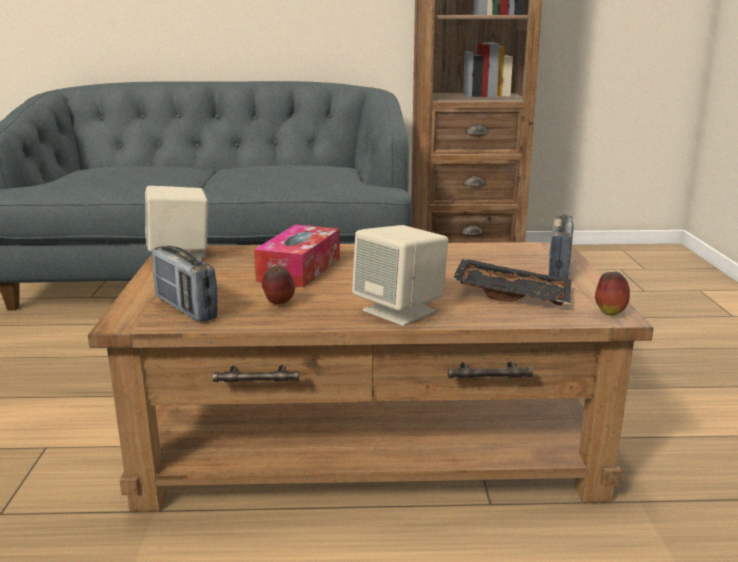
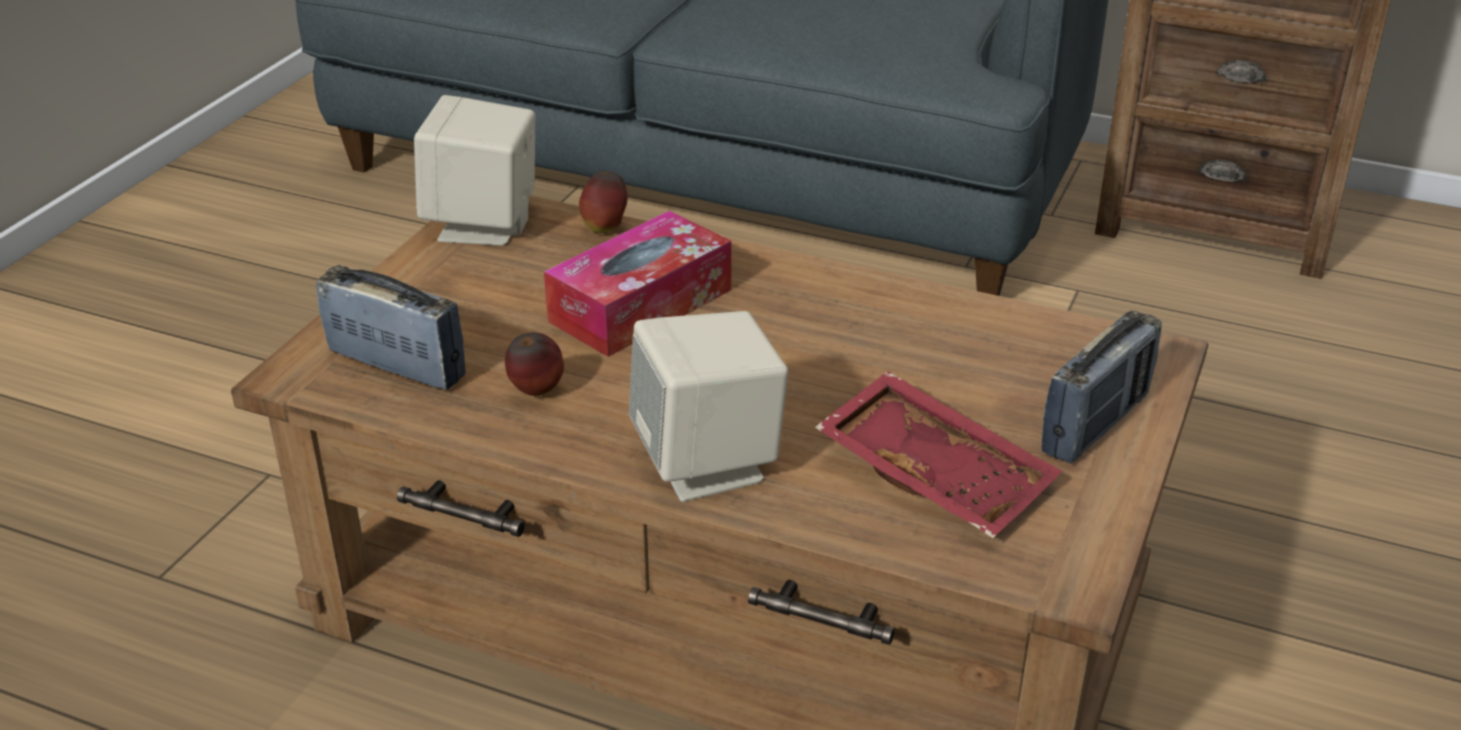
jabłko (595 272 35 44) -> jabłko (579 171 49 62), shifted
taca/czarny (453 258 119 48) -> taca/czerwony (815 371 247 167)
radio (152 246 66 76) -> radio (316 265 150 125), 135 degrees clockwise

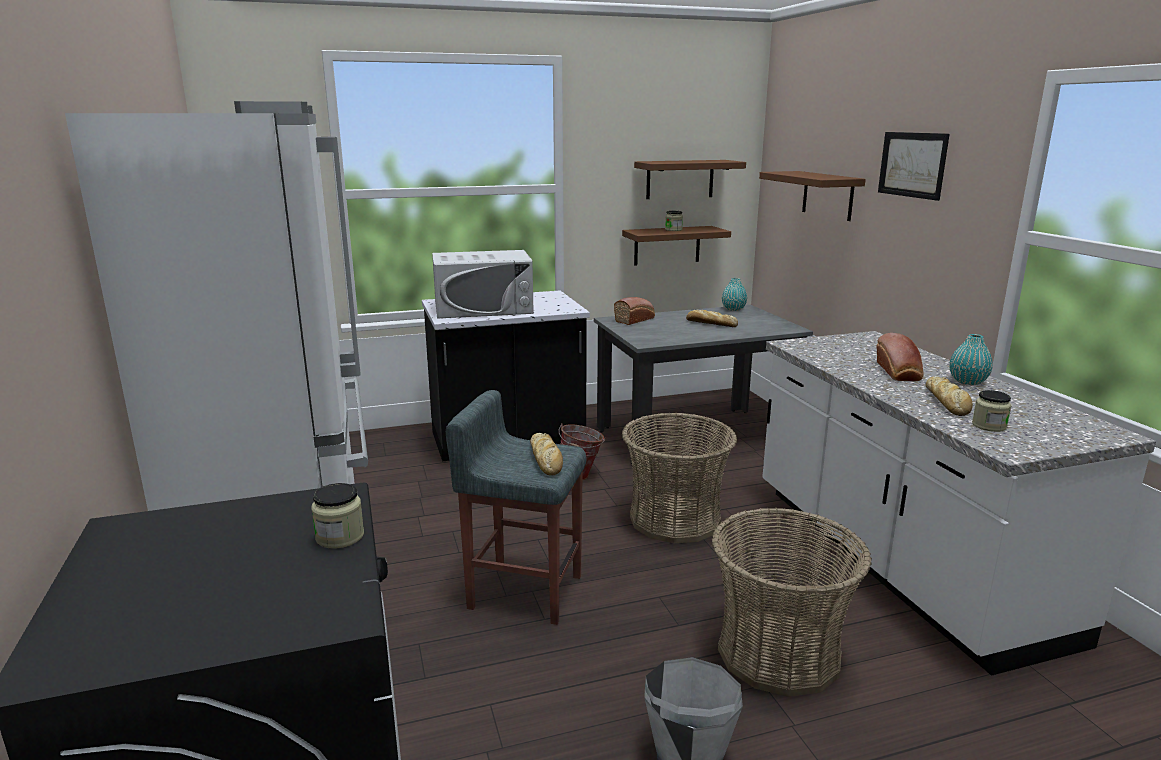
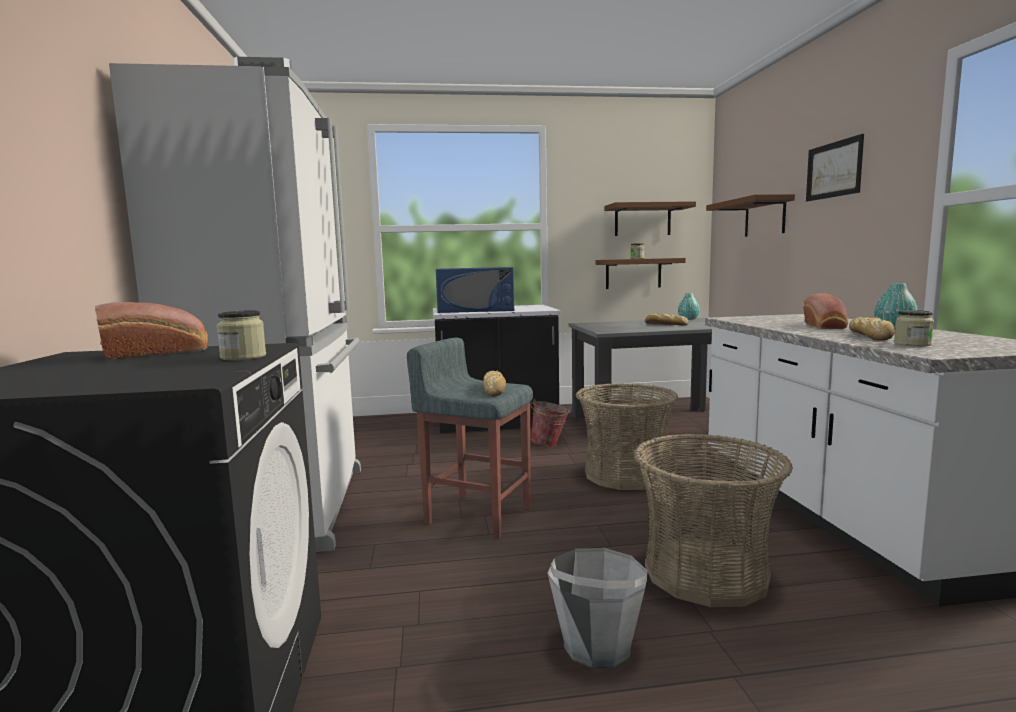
chleb (614 297 41 28) -> chleb (95 302 113 58), shifted
mikrofalówka/biały (432 250 102 69) -> mikrofalówka/niebieski (436 267 78 46)

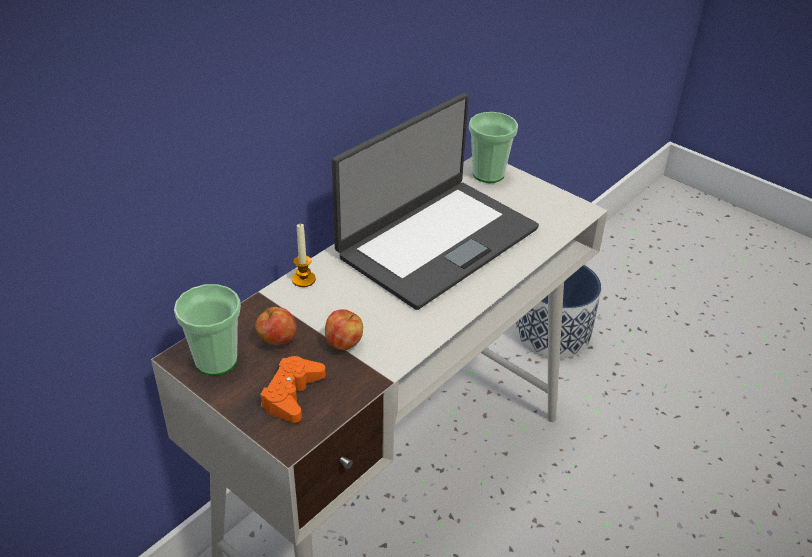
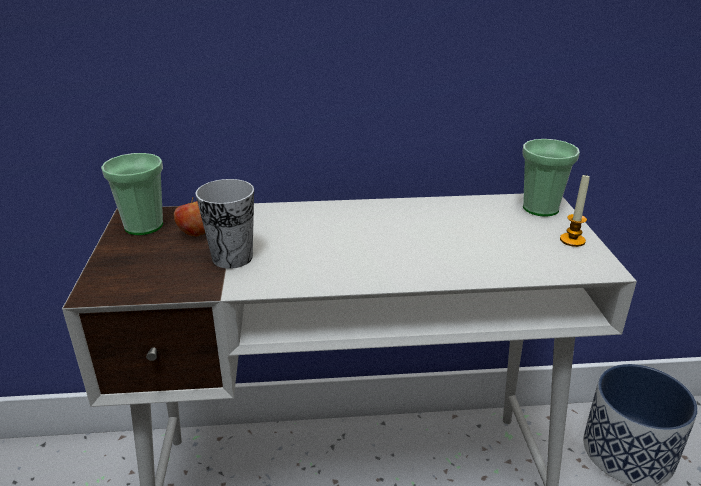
pad do gier/pomarańczowy (260 356 66 67) -> none
laptop (332 93 207 217) -> none
świeca (292 224 24 63) -> świeca (560 173 30 74), shifted
jabłko (325 309 38 42) -> filiżanka (196 179 58 90)

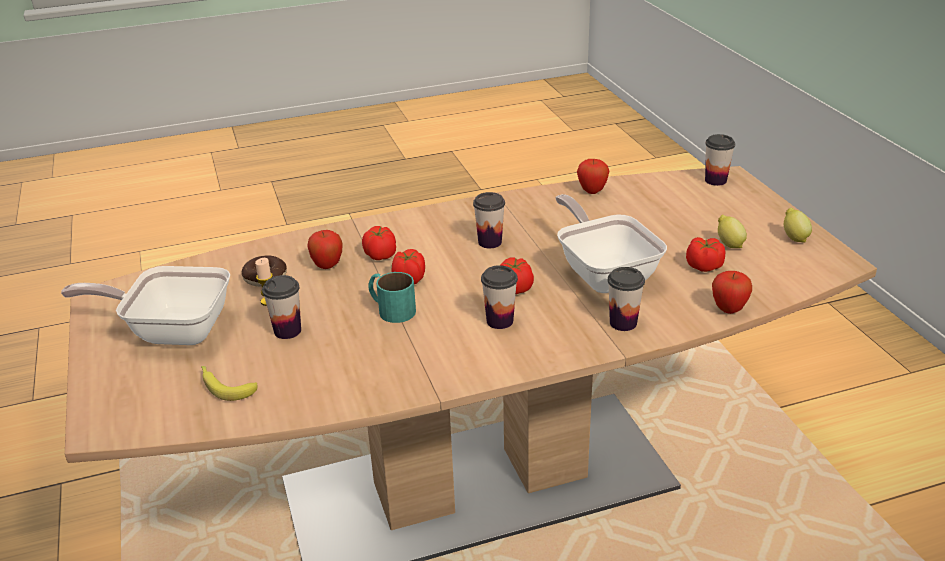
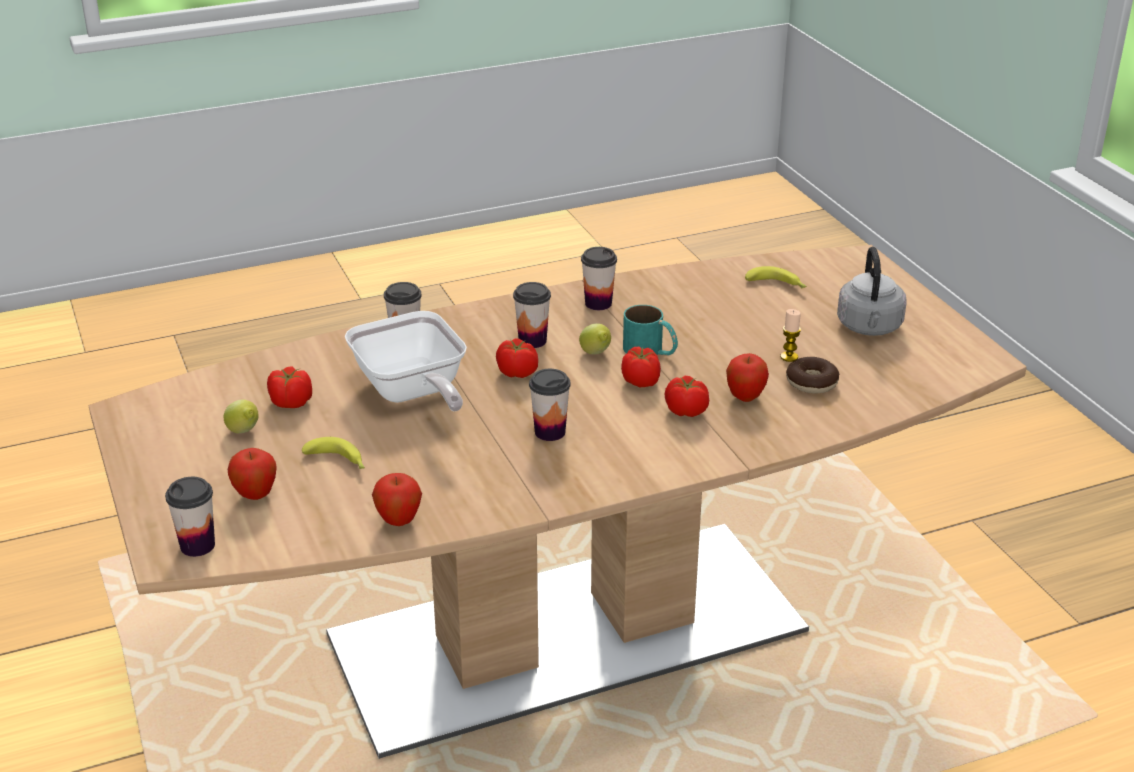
none -> banan (302 437 63 32)
filiżanka (262 275 39 64) -> filiżanka (581 247 36 63), shifted
jabłko (712 271 40 43) -> jabłko (228 448 49 52), shifted
cytryna (784 208 28 34) -> cytryna (579 323 32 31), shifted
patelnia (61 266 169 79) -> czajnik/szary (837 246 69 90)

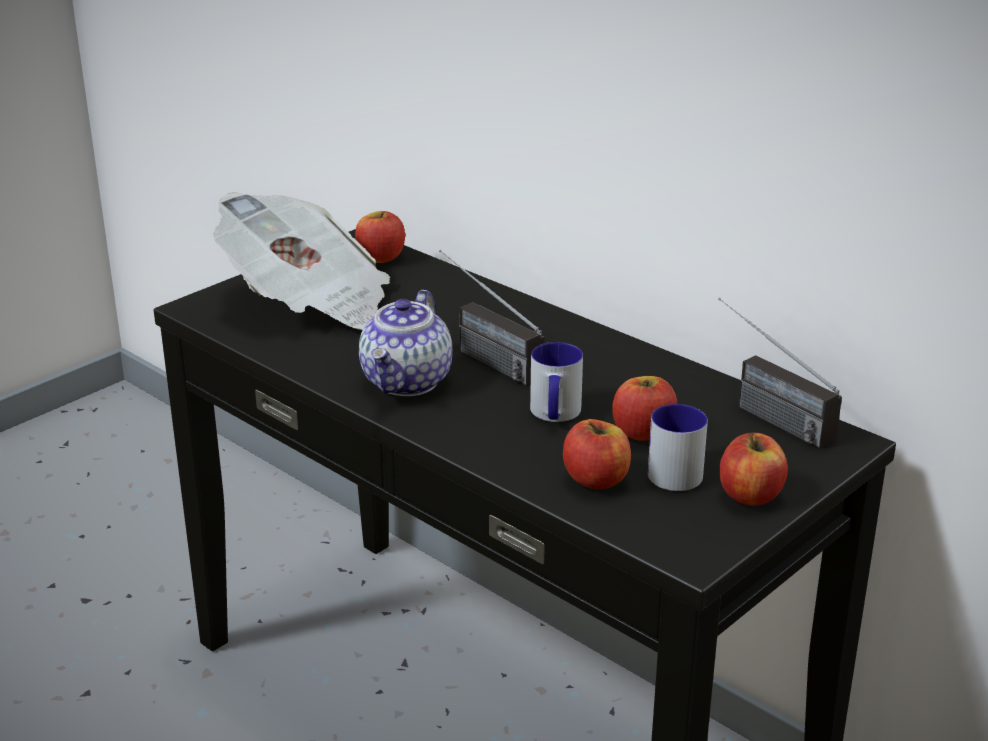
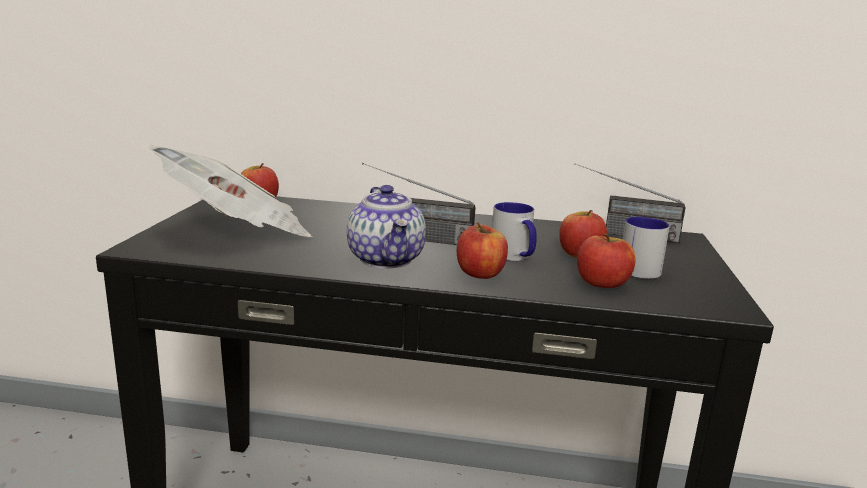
jabłko (719 432 69 74) -> jabłko (457 222 51 57), shifted

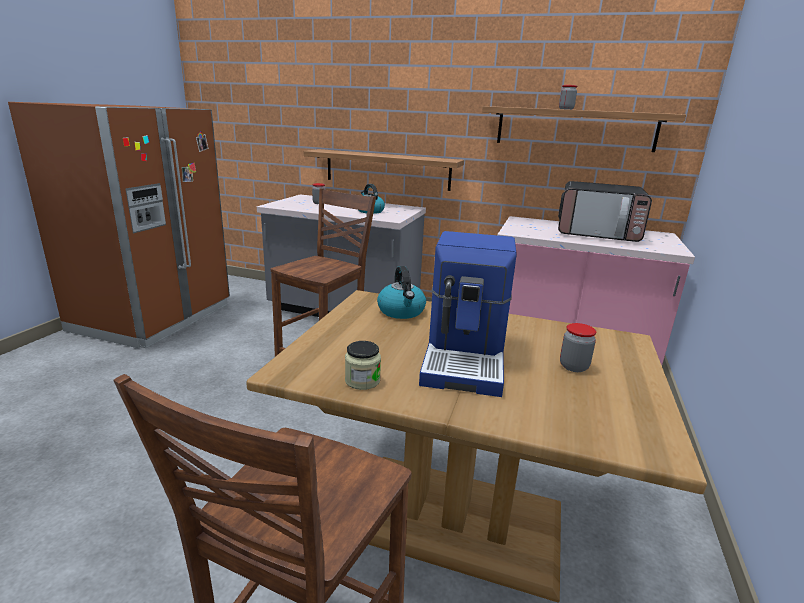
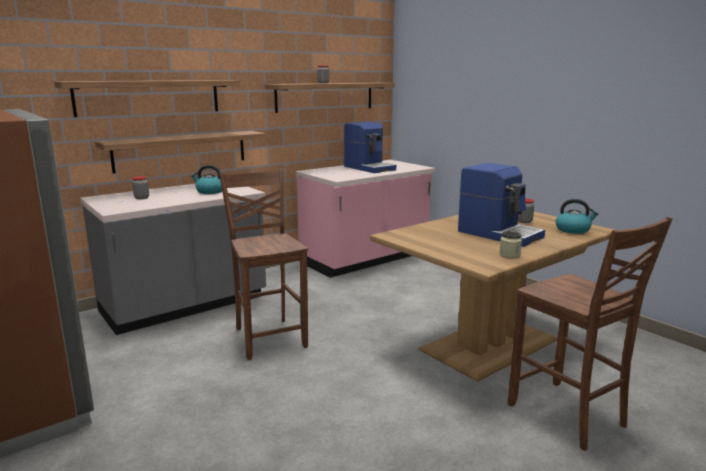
none -> półka (54 80 186 37)
czajnik (377 266 49 53) -> czajnik (556 199 42 35), shifted
mikrofalówka (558 181 94 61) -> ekspres do kawy (344 122 52 51)

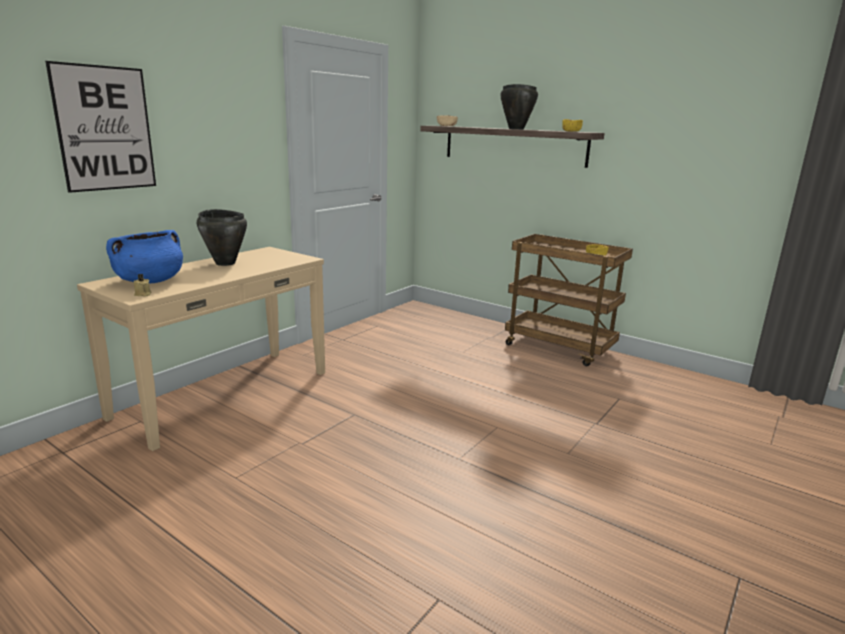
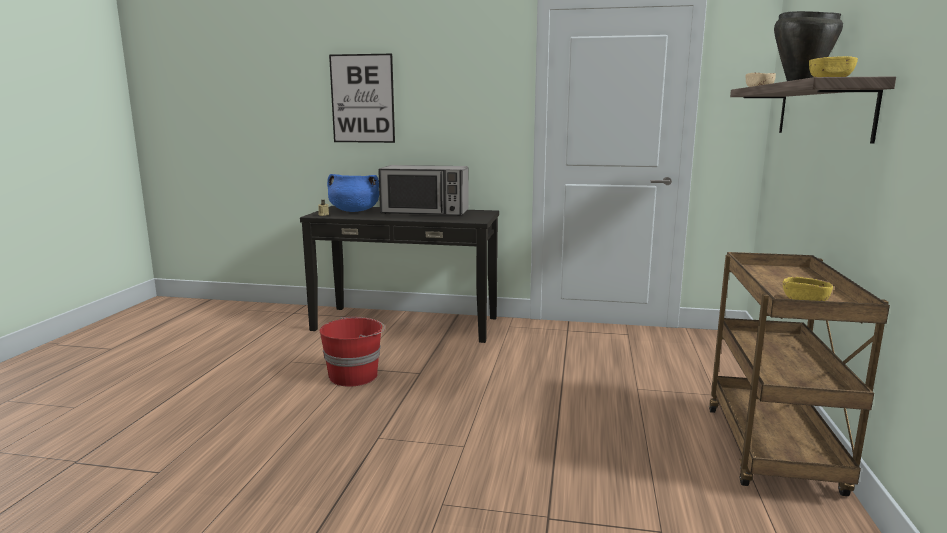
none -> wiadro/czerwony (320 317 65 70)
garnek/czarny (197 209 50 57) -> mikrofalówka (378 165 91 51)
stolik konsolowy/beżowy (77 247 248 204) -> stolik konsolowy/czarny (300 206 199 137)

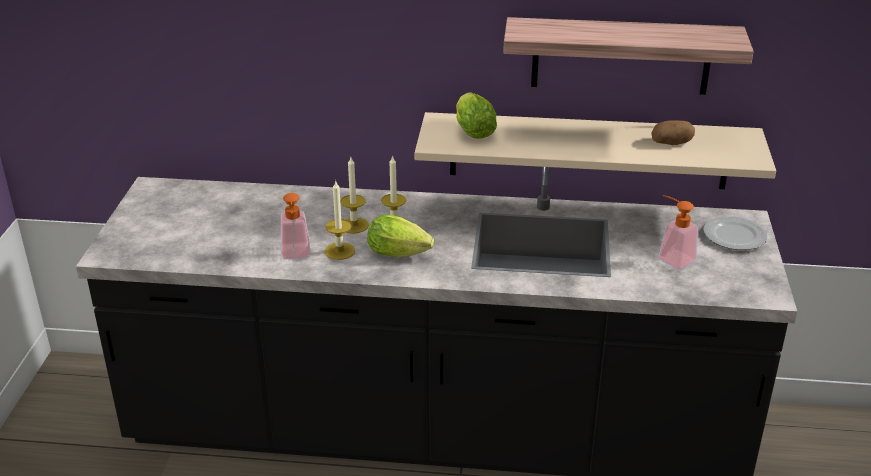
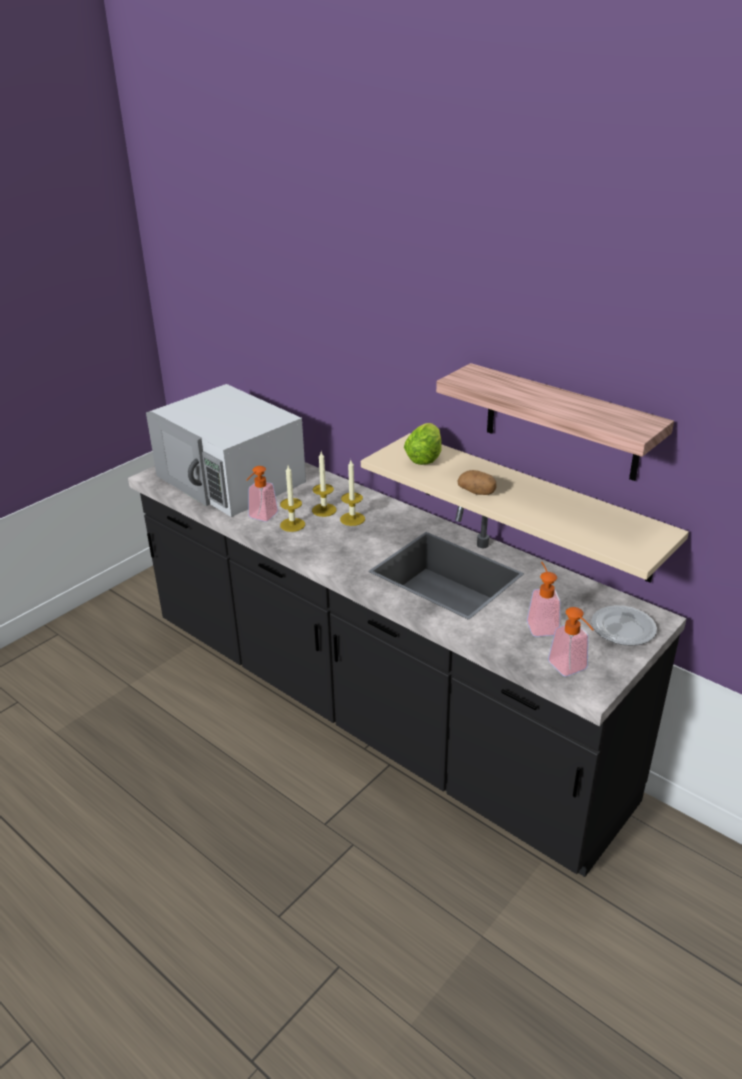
sałata (367 214 67 43) -> none
none -> mikrofalówka/biały (146 384 160 133)
none -> dozownik mydła (548 607 46 70)
ziemniak (652 121 43 24) -> ziemniak (457 470 39 25), shifted

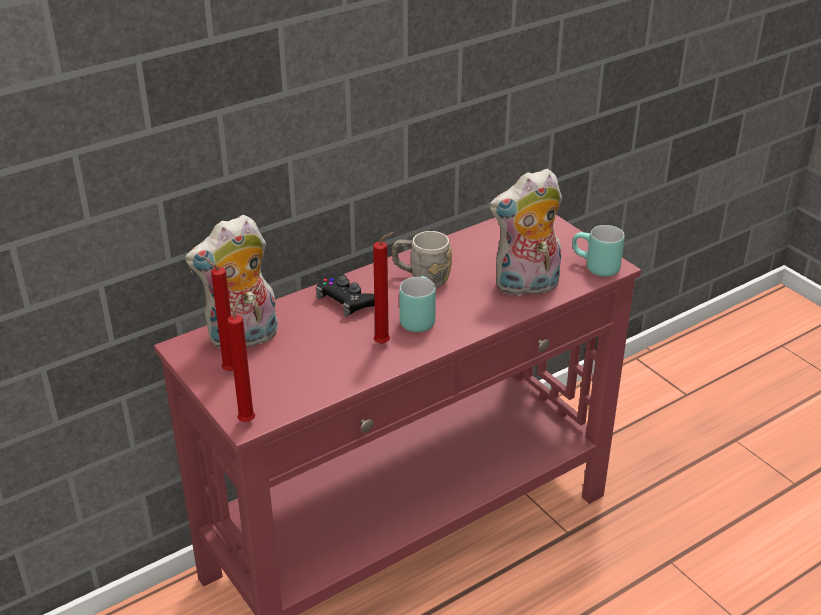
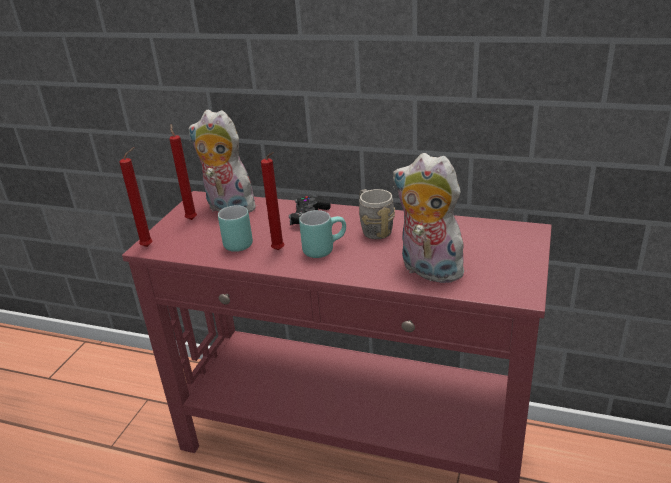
kubek/turkusowy (572 225 53 52) -> kubek/turkusowy (218 205 35 47), shifted

